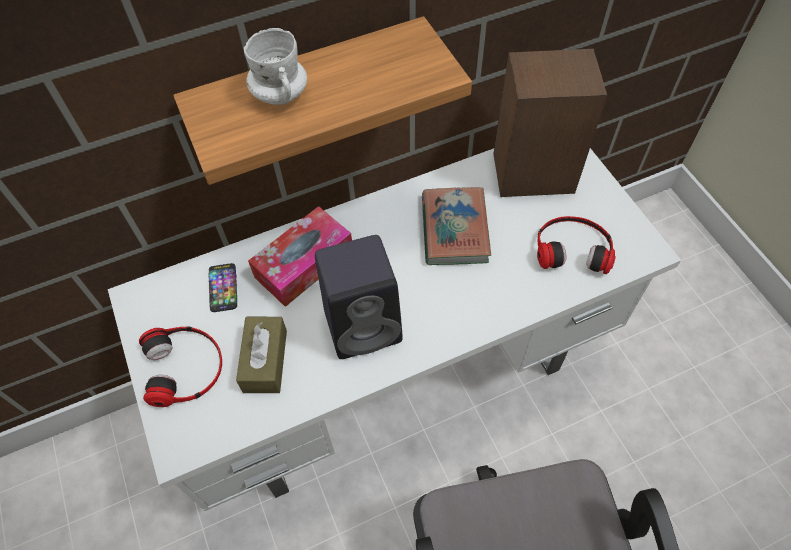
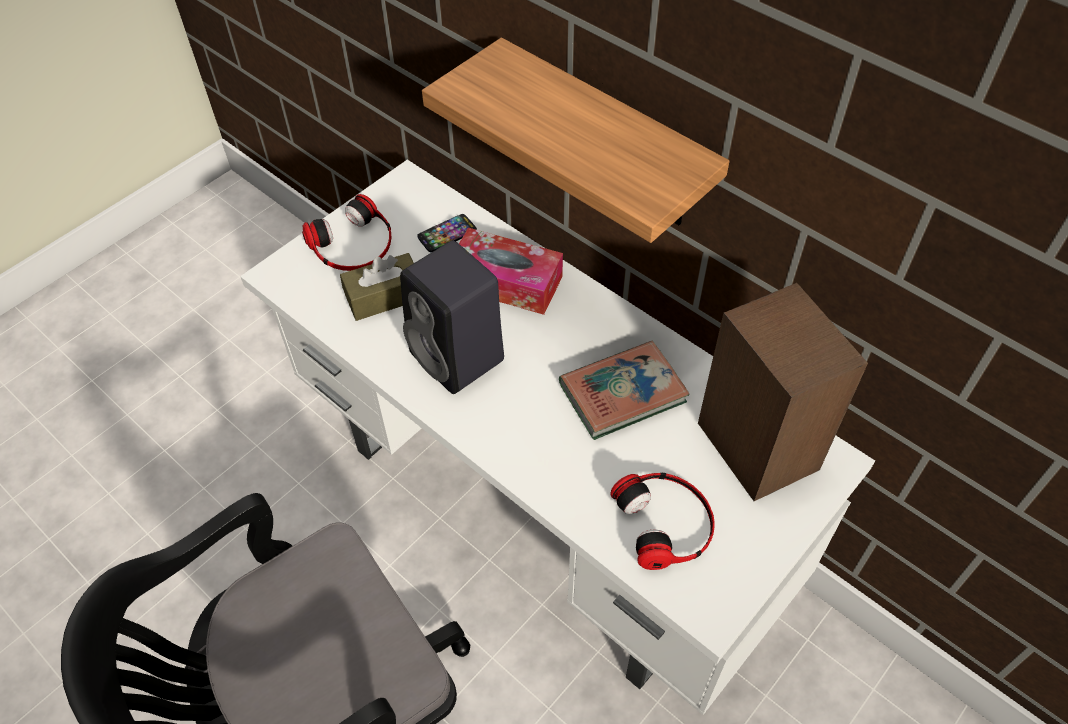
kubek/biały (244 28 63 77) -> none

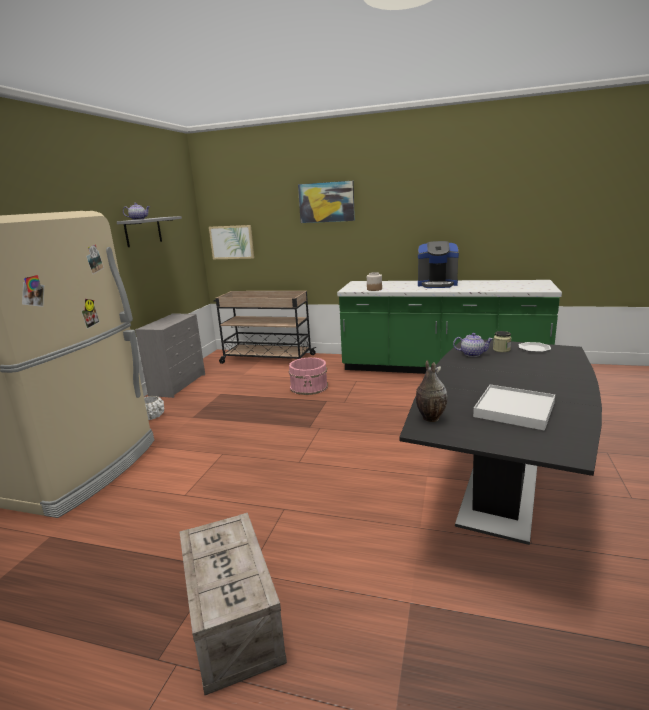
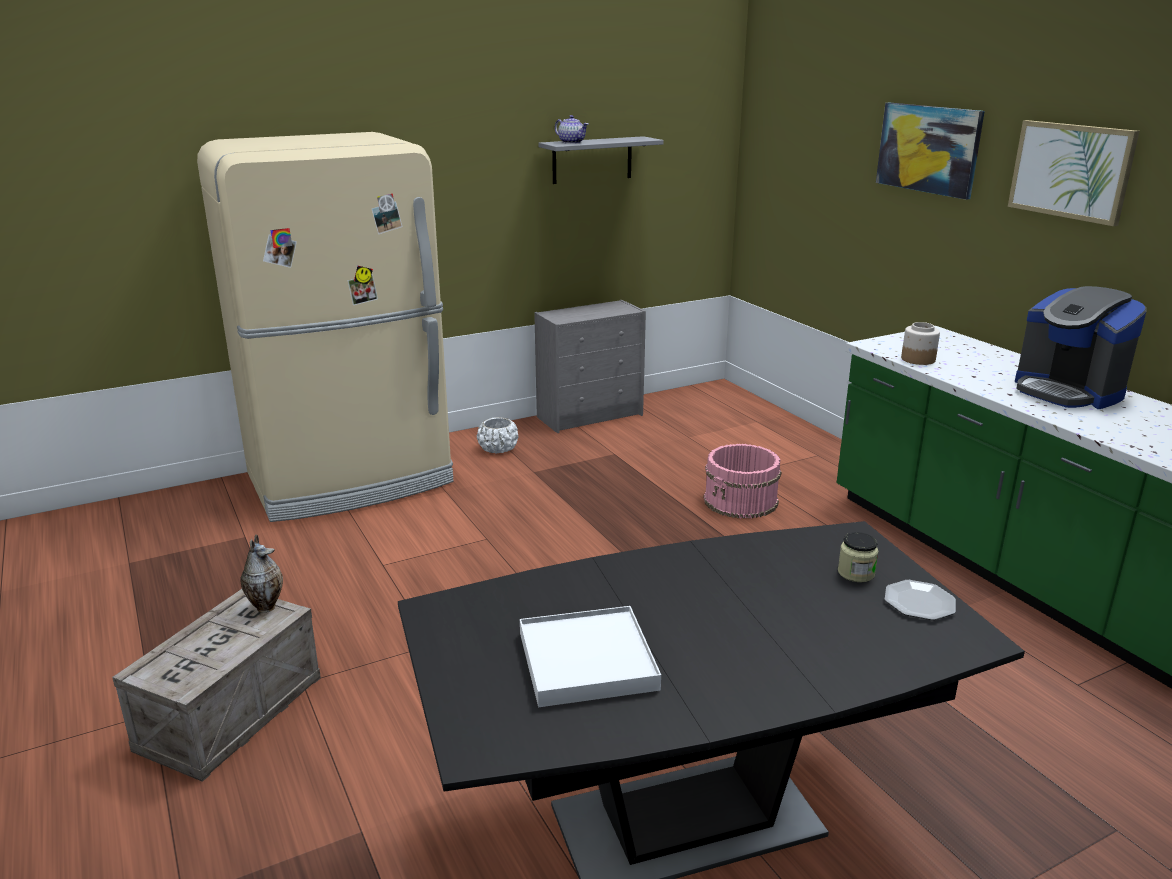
wózek/beżowy (214 291 102 73) -> none
imbryk (453 333 40 24) -> none
obraz (209 225 45 34) -> obraz (1008 120 132 106), shifted
wazon (416 361 31 61) -> wazon (240 534 43 79), shifted

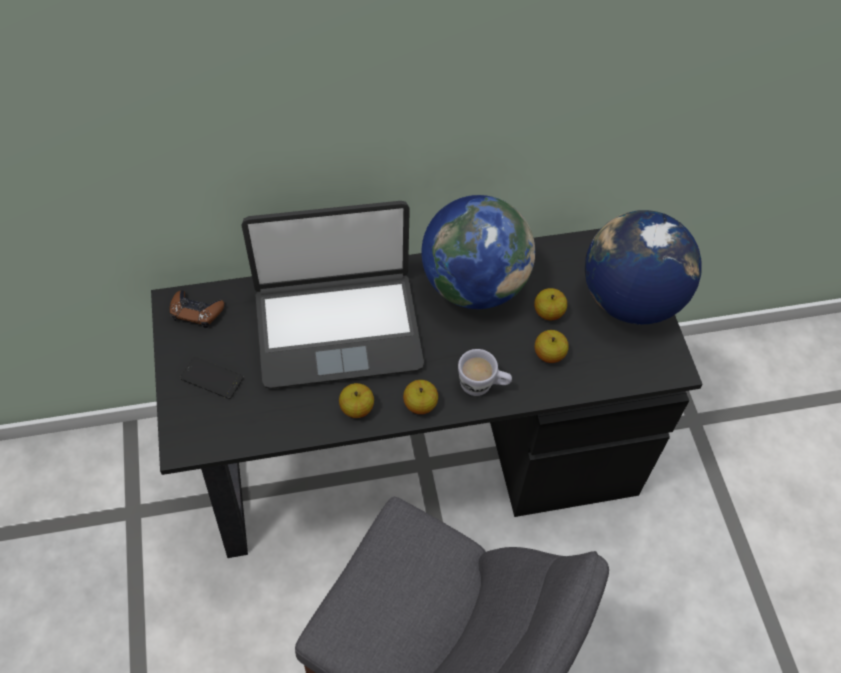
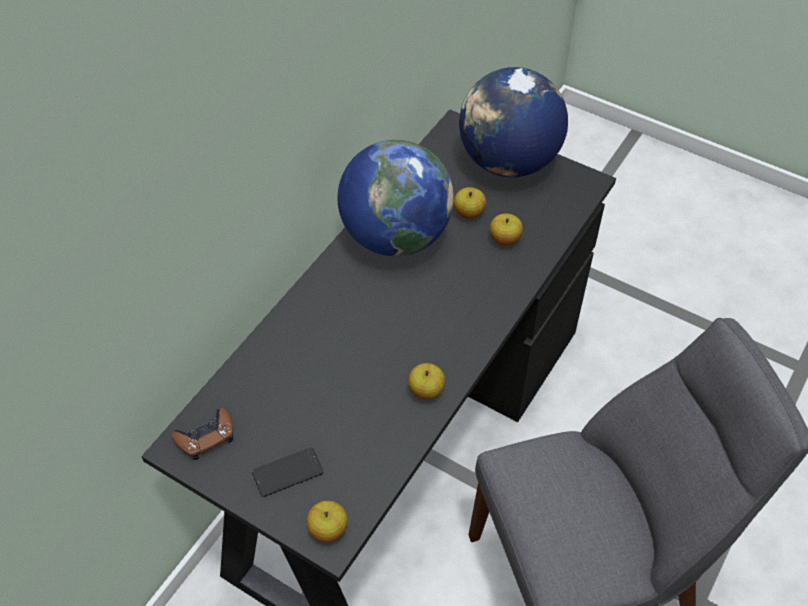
laptop (241 201 183 188) -> none
kubek/biały (458 349 54 47) -> none
jabłko (403 380 35 34) -> jabłko (307 501 41 41), shifted

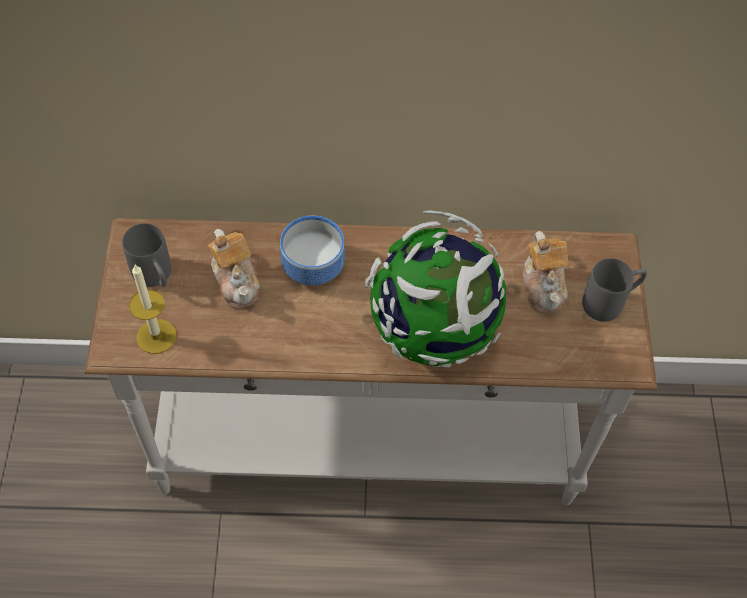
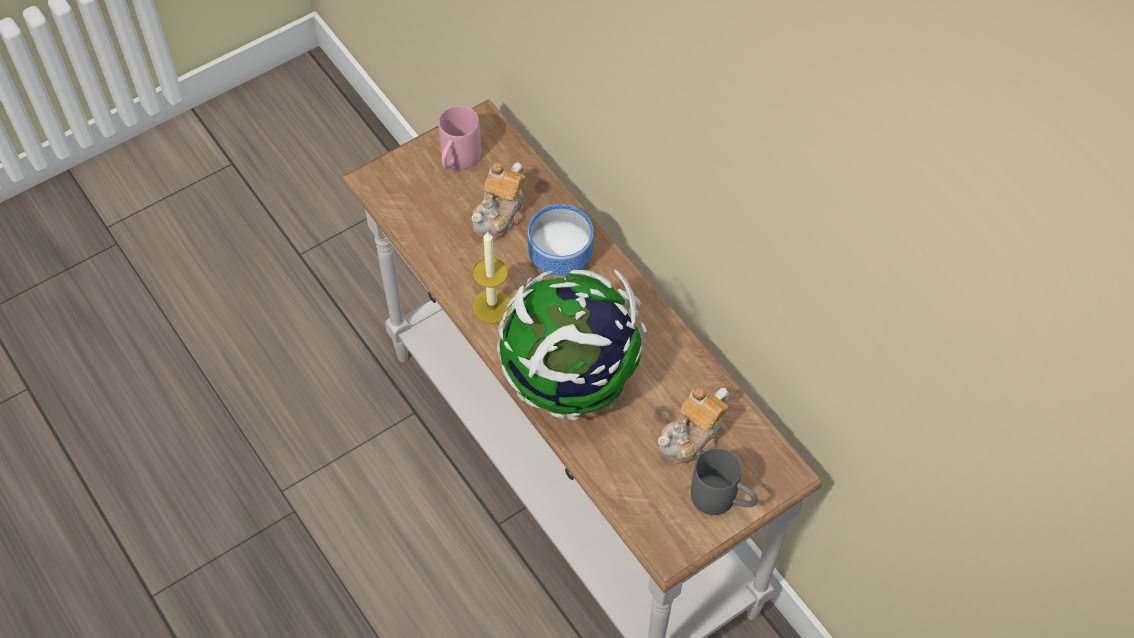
świeca (129 265 48 89) -> świeca (472 231 39 93), shifted
kubek/szary (122 223 49 64) -> kubek/różowy (439 106 42 63)

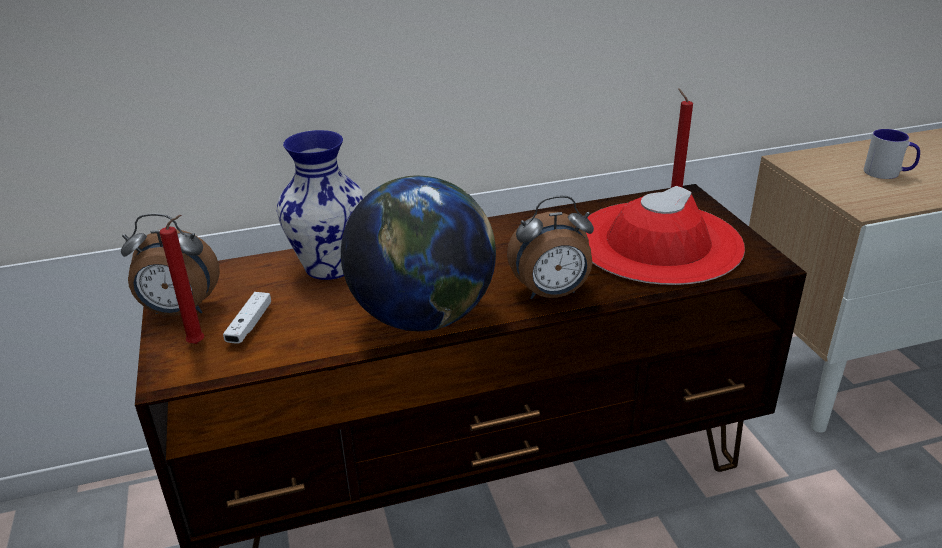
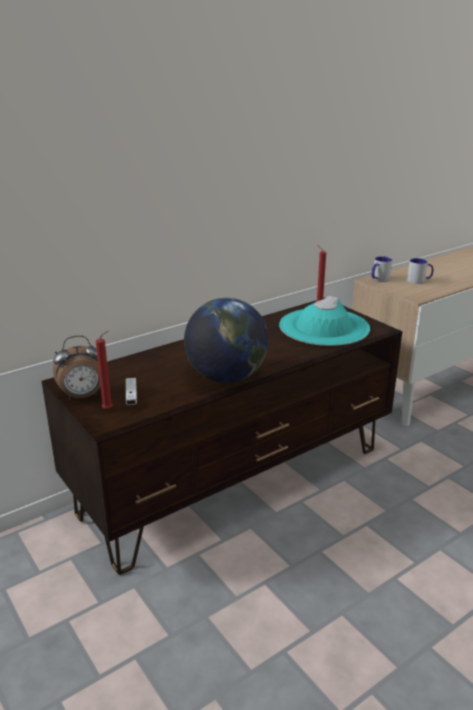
wazon (277 130 88 150) -> none
budzik (507 196 87 103) -> none
none -> kubek (372 256 20 26)
kapelusz/czerwony (586 186 159 99) -> kapelusz/turkusowy (279 296 91 50)

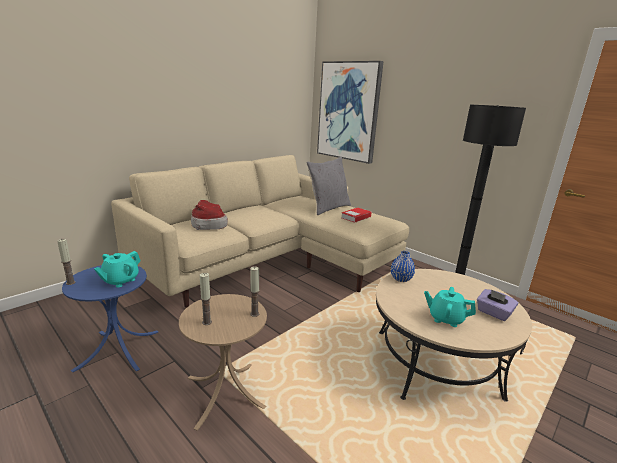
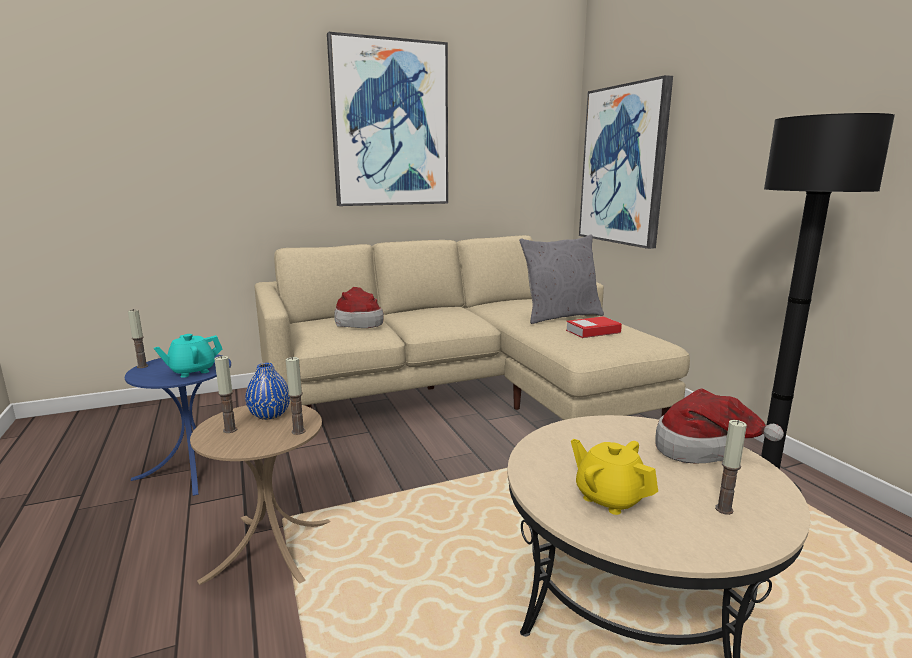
none -> obraz (327 32 121 174)
none -> kapelusz (655 389 129 75)
wazon/niebieski (391 251 24 31) -> wazon/niebieski (245 363 45 57), shifted
pudełko chusteczek/fioletowy (477 289 42 32) -> świeca (715 420 32 95)
imbryk/turkusowy (424 287 52 40) -> imbryk/żółty (571 439 87 76)

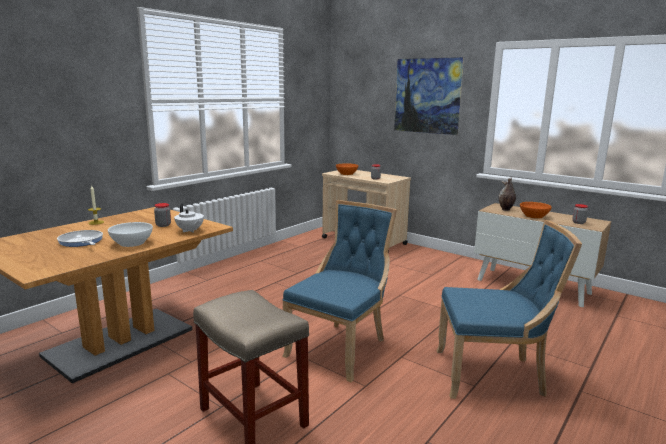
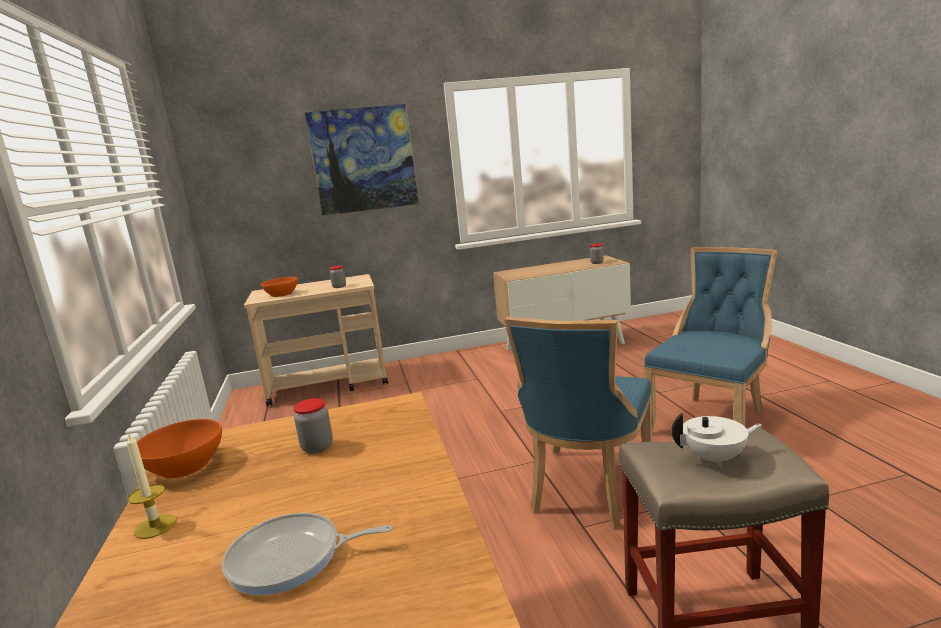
miska/biały (108 222 45 25) -> none
wazon (499 178 17 33) -> none
imbryk/biały (174 204 30 29) -> imbryk/biały (671 413 91 54), shifted
miska/pomarańczowy (520 202 32 16) -> miska/pomarańczowy (137 419 85 60), shifted
krzesło/niebieski (282 200 115 183) -> krzesło/niebieski (504 317 148 212), 135 degrees counterclockwise

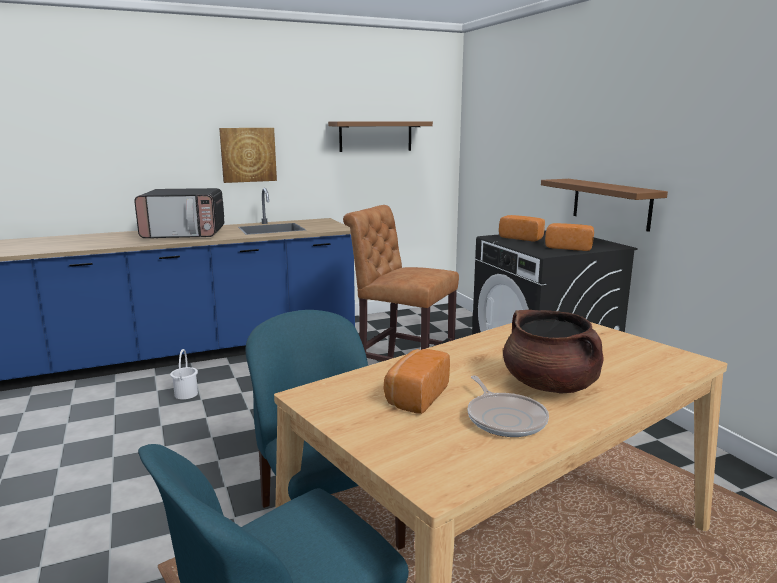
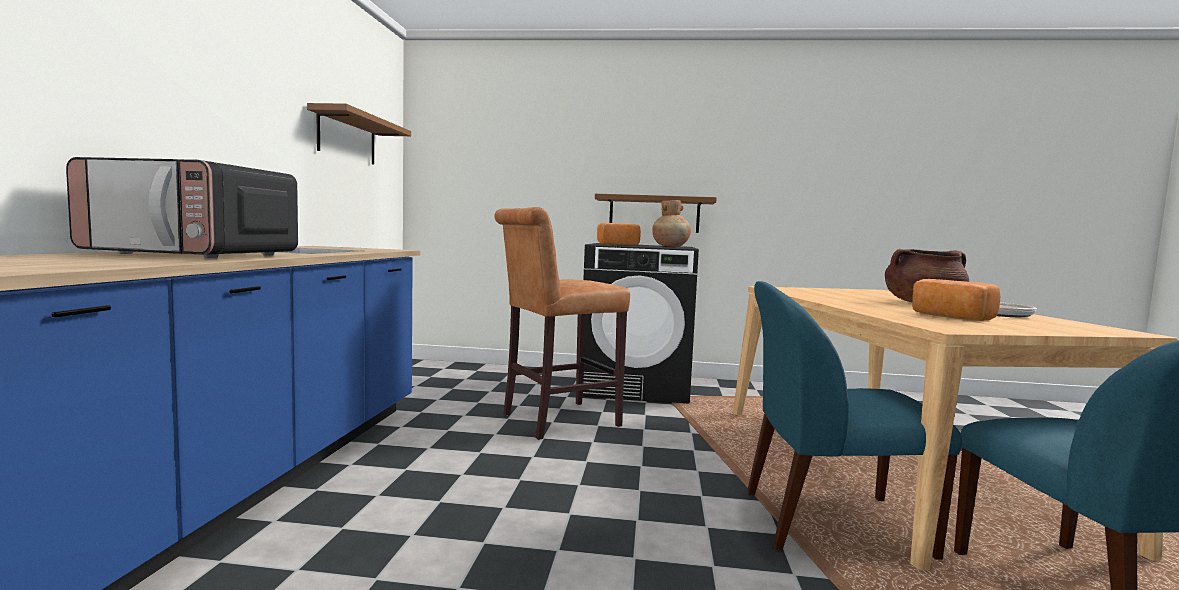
wiadro/biały (170 349 28 50) -> none
obraz (219 128 58 55) -> none
chleb (545 223 49 28) -> wazon/brązowy (652 200 39 47)
mikrofalówka (134 188 90 50) -> mikrofalówka (66 157 232 101), 75 degrees clockwise

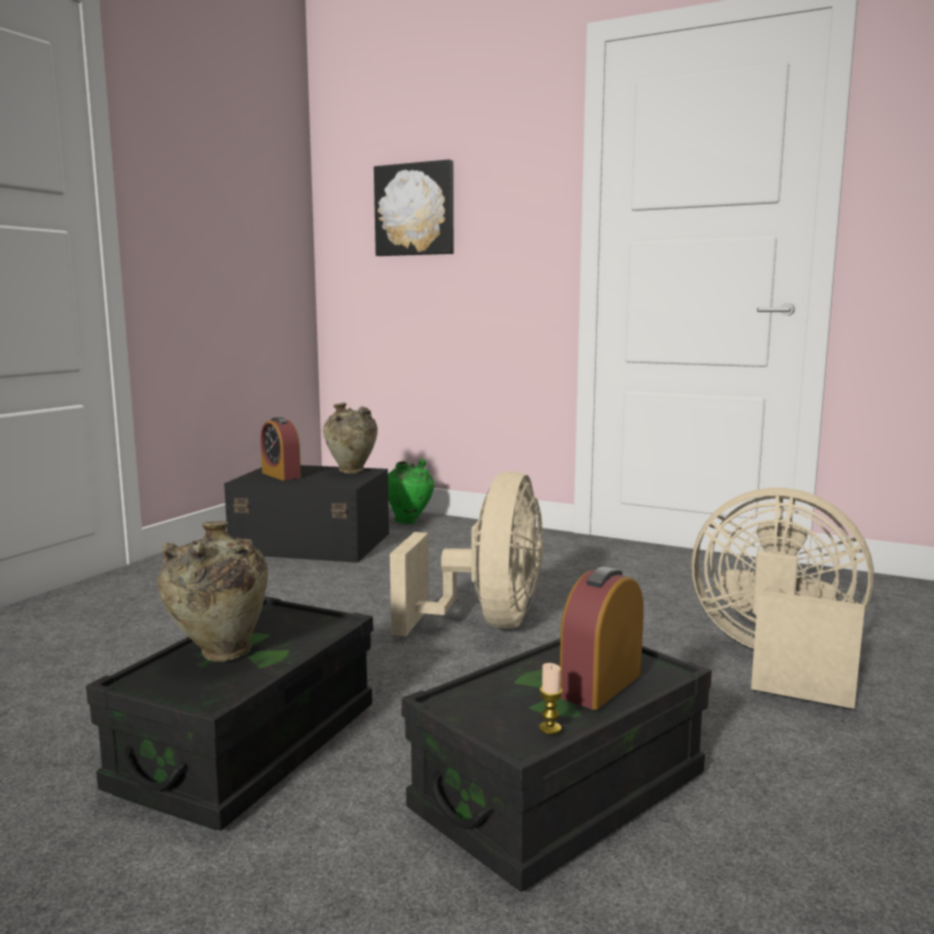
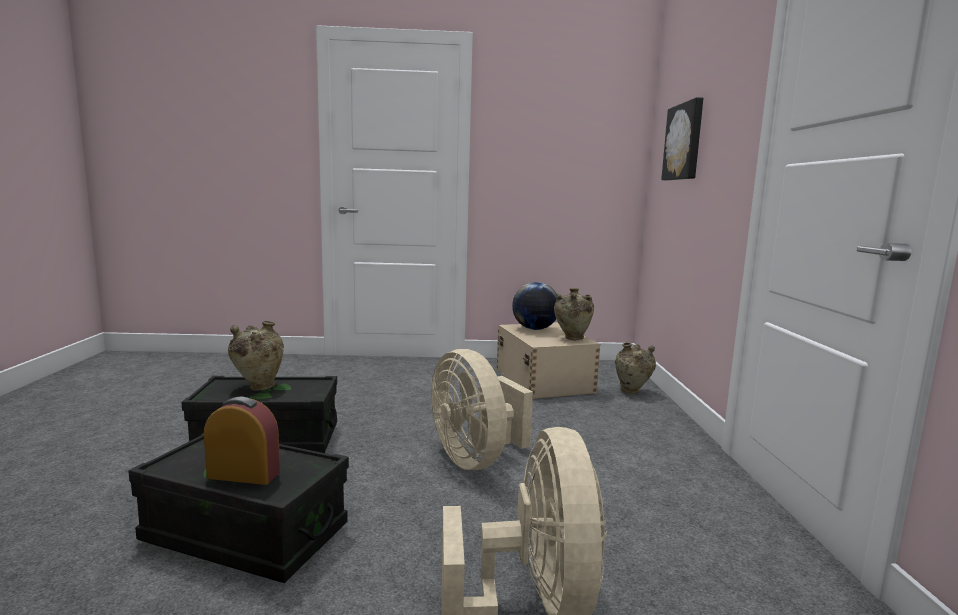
świeca (539 663 24 71) -> none
budzik (261 417 40 64) -> globus (512 282 45 48)
pojemnik do przechowywania/czarny (224 465 165 98) -> pojemnik do przechowywania/beżowy (497 322 103 77)
wazon/zielony (388 459 47 65) -> wazon/beżowy (615 343 41 51)
wentylator/beżowy (390 471 153 165) -> wentylator/beżowy (431 349 102 121), 75 degrees clockwise

